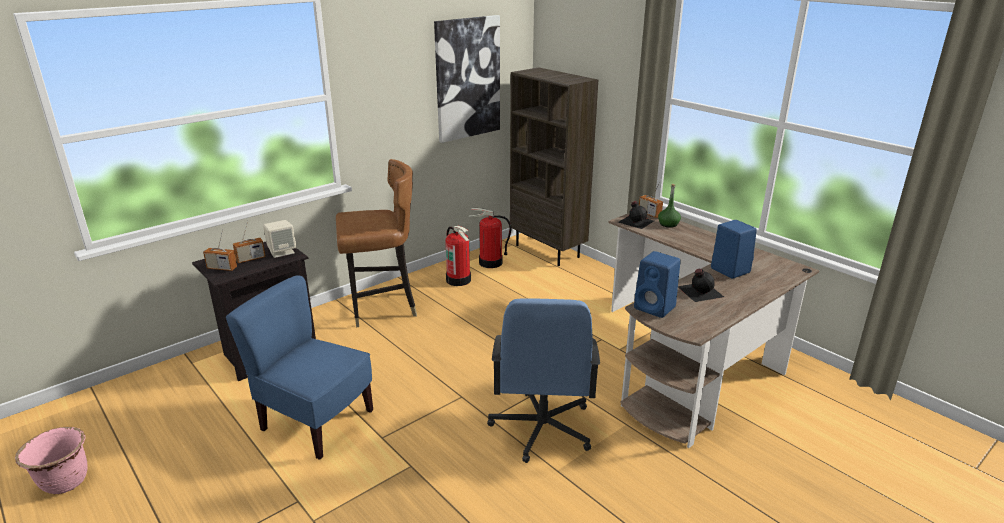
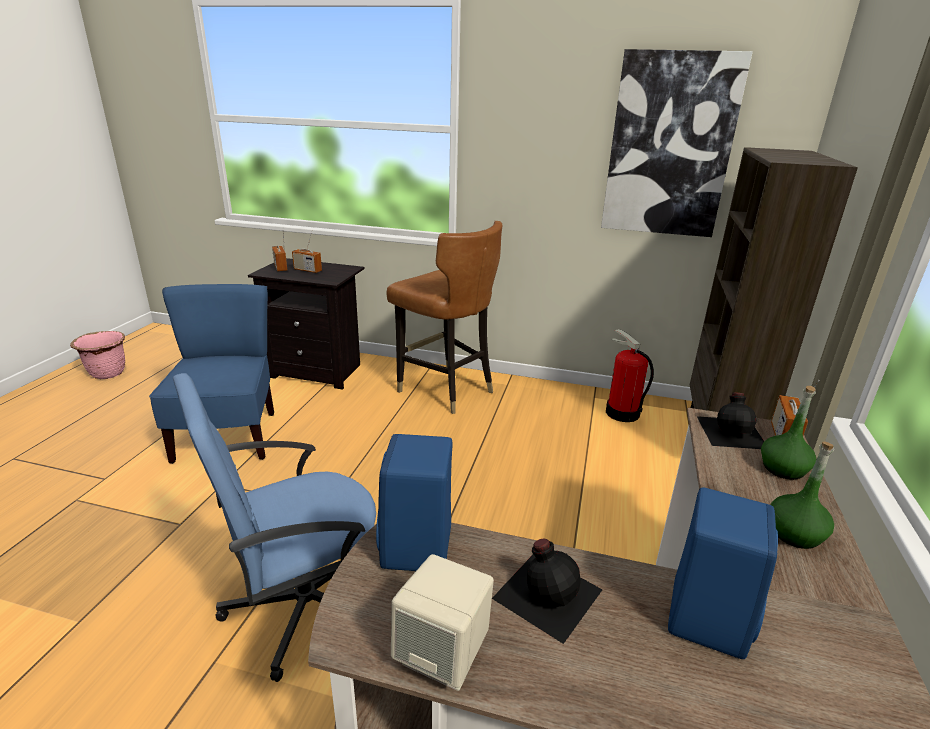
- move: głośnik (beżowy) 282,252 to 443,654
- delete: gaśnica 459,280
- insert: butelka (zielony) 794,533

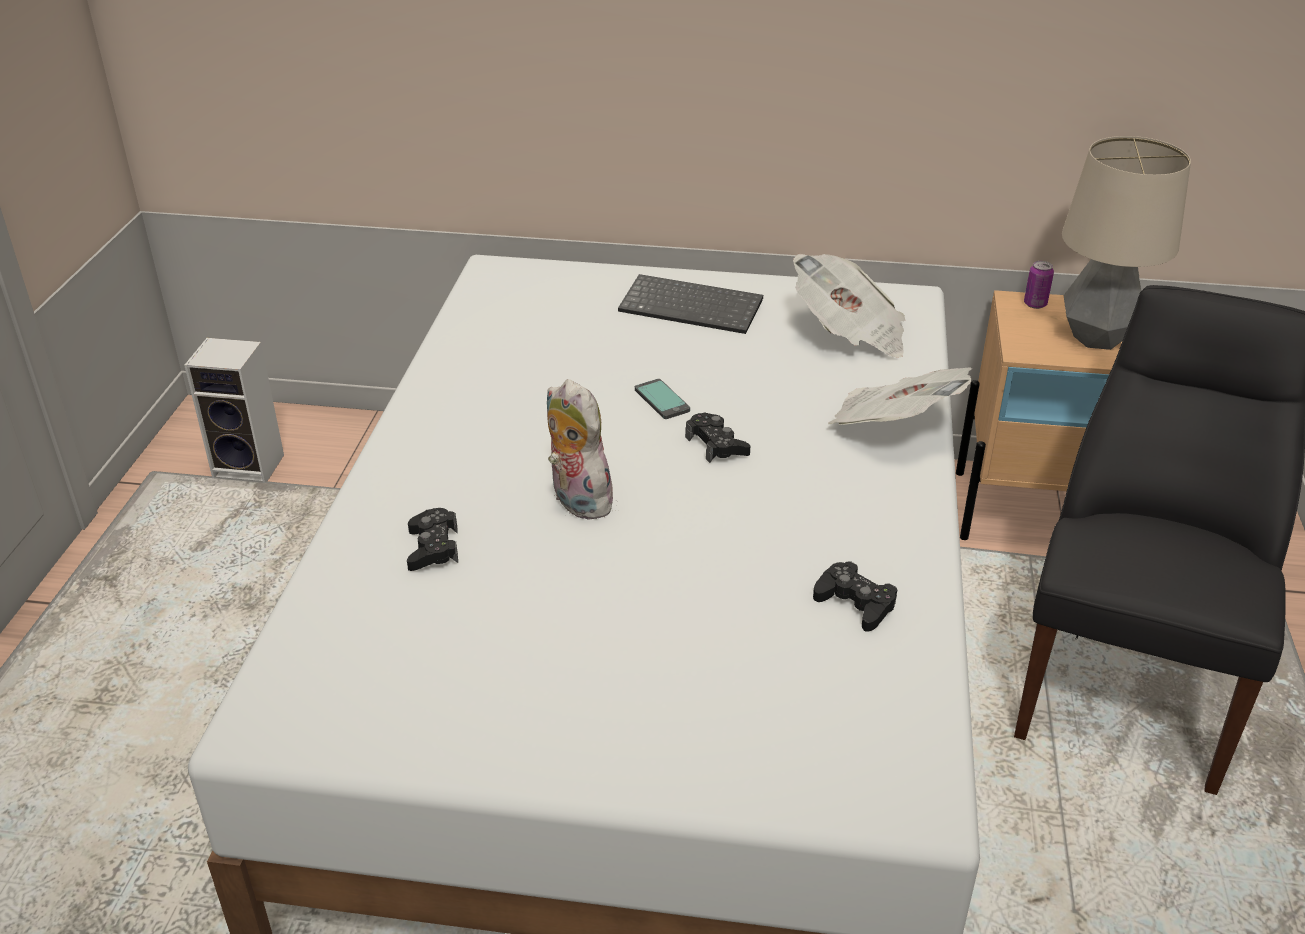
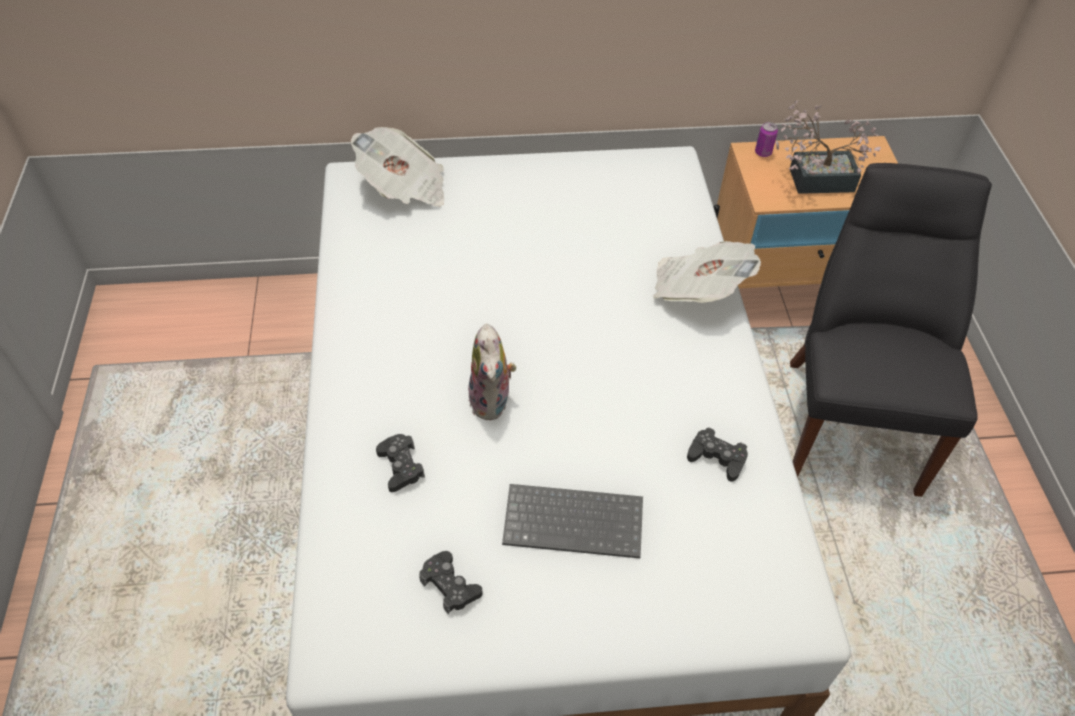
- delete: głośnik 252,466
- rotate: pluszak 576,501 = 492,401 135 degrees counterclockwise
- move: klawiatura 693,307 to 575,520
- delete: telefon 662,400
- move: pad do gier (czarny) 716,445 to 450,585
- move: gazeta 849,334 to 404,188
- replace: lampa stołowa 1097,338 to roślina doniczkowa 813,180

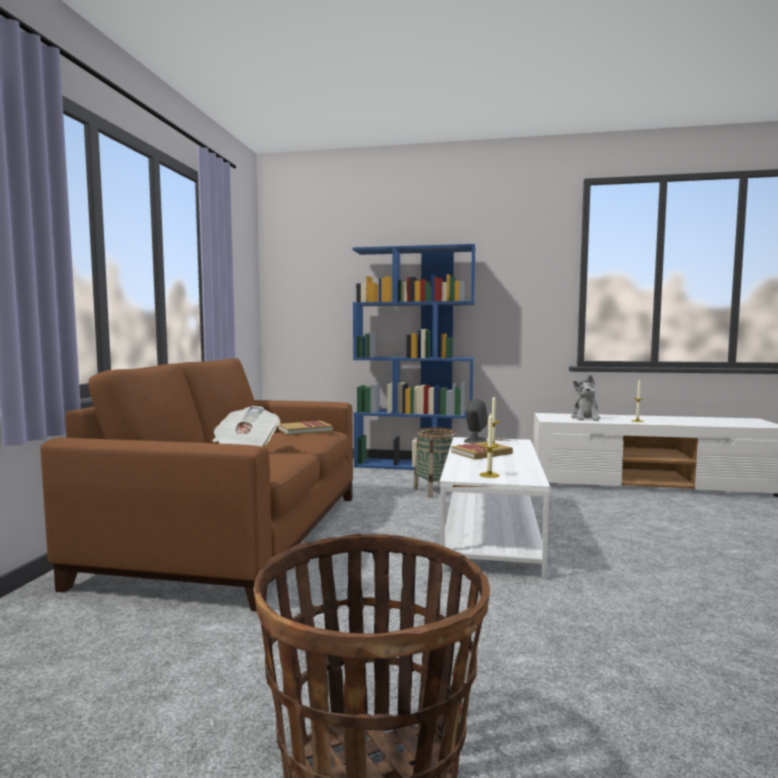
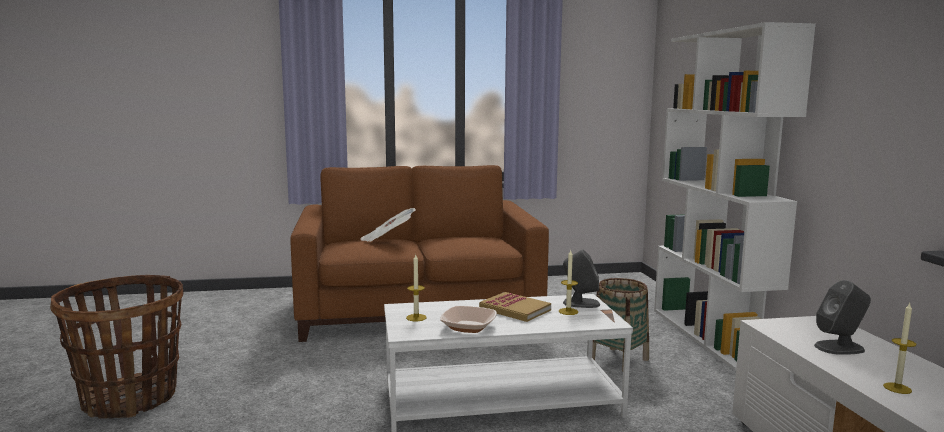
- delete: książka 305,430
- recolor: regał (niebieski) 414,465 to regał (biały) 711,336
- replace: pluszak 586,418 to głośnik (szary) 840,348
- insert: miska 468,327

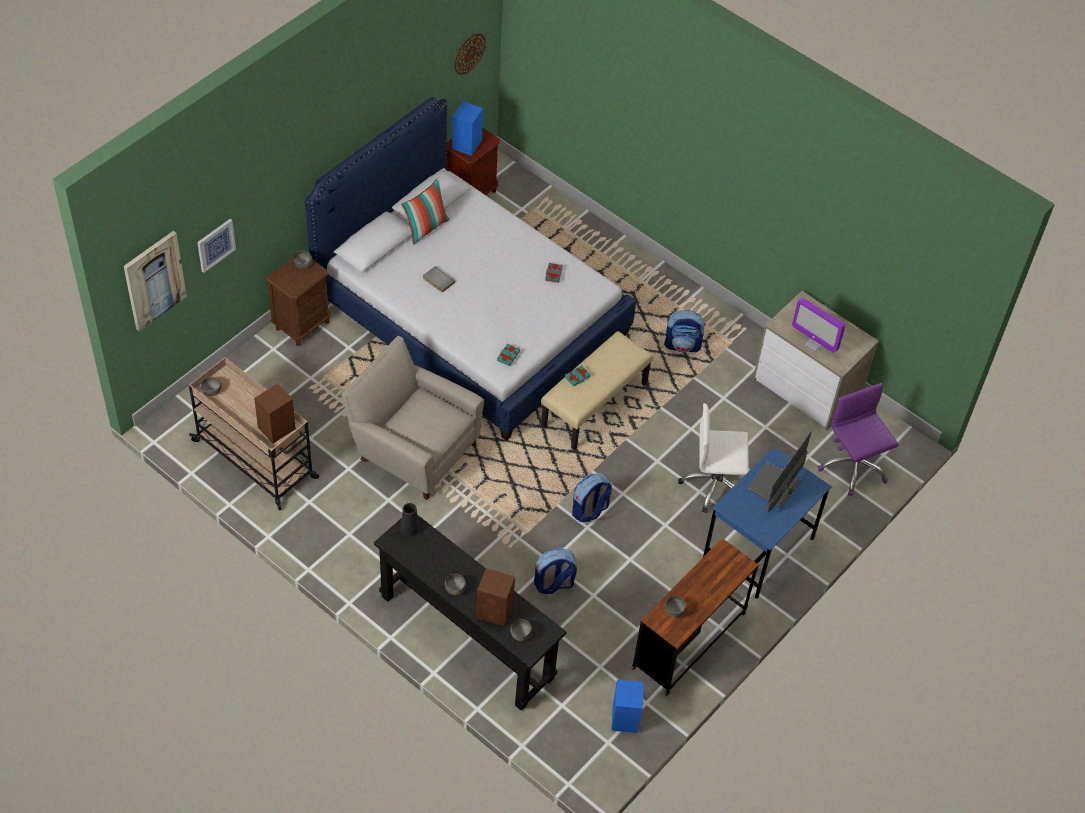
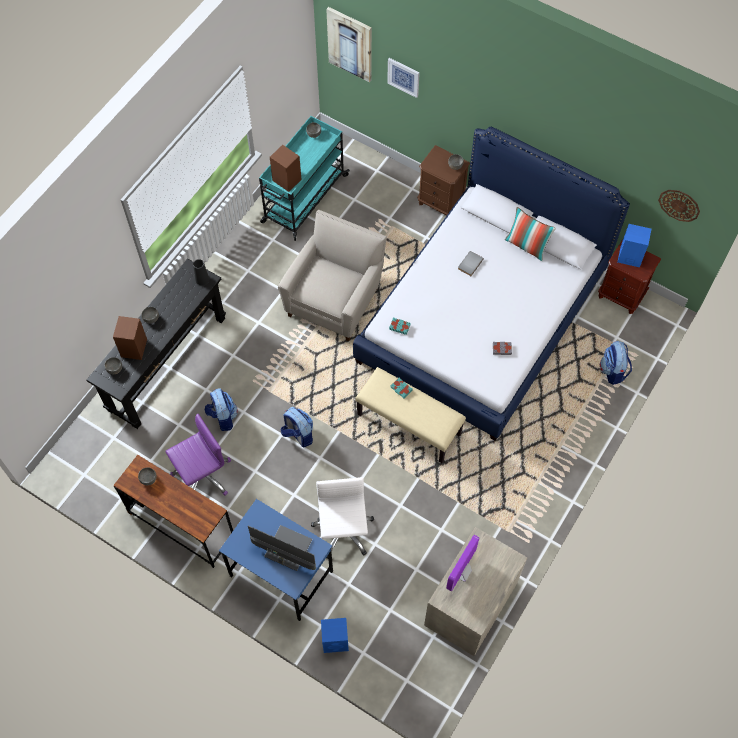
- recolor: wózek (beżowy) 256,460 to wózek (turkusowy) 304,199
- move: głośnik (niebieski) 625,717 to 336,640
- move: plecak 683,345 to 613,371
- move: krzesło biurowe (fioletowy) 852,467 to 202,475

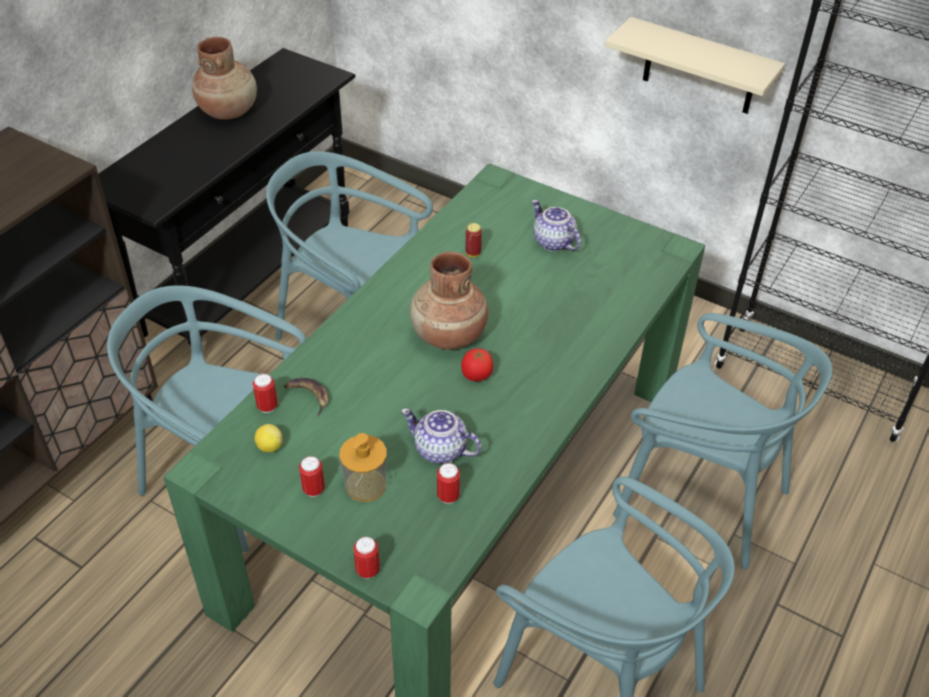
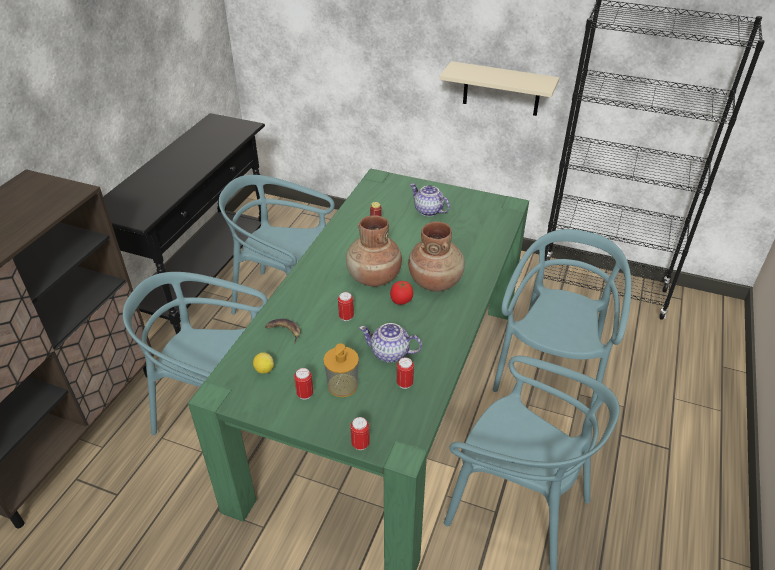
- move: wazon (brązowy) 228,111 to 435,281
- move: puszka 267,406 to 346,317
- rotate: krzesło (turkusowy) 701,497 = 550,373 90 degrees counterclockwise

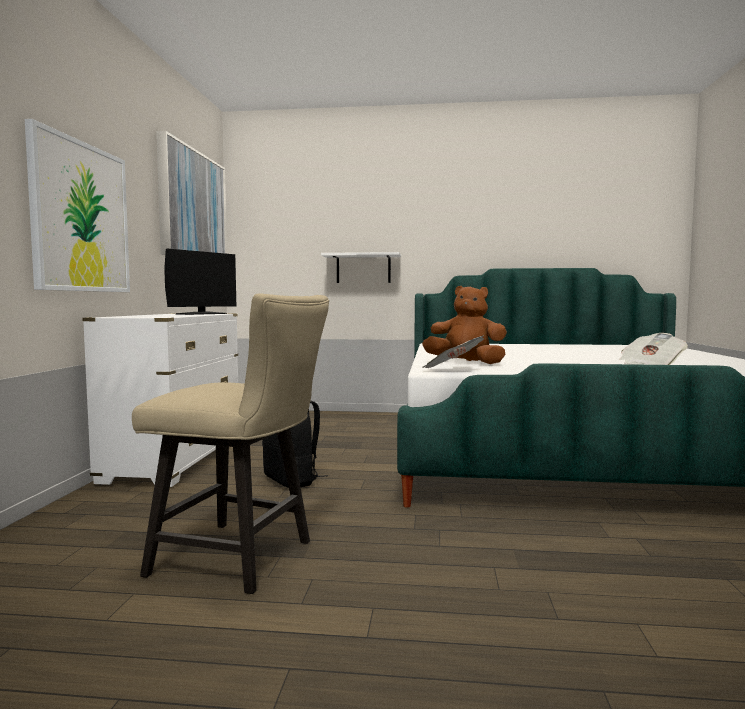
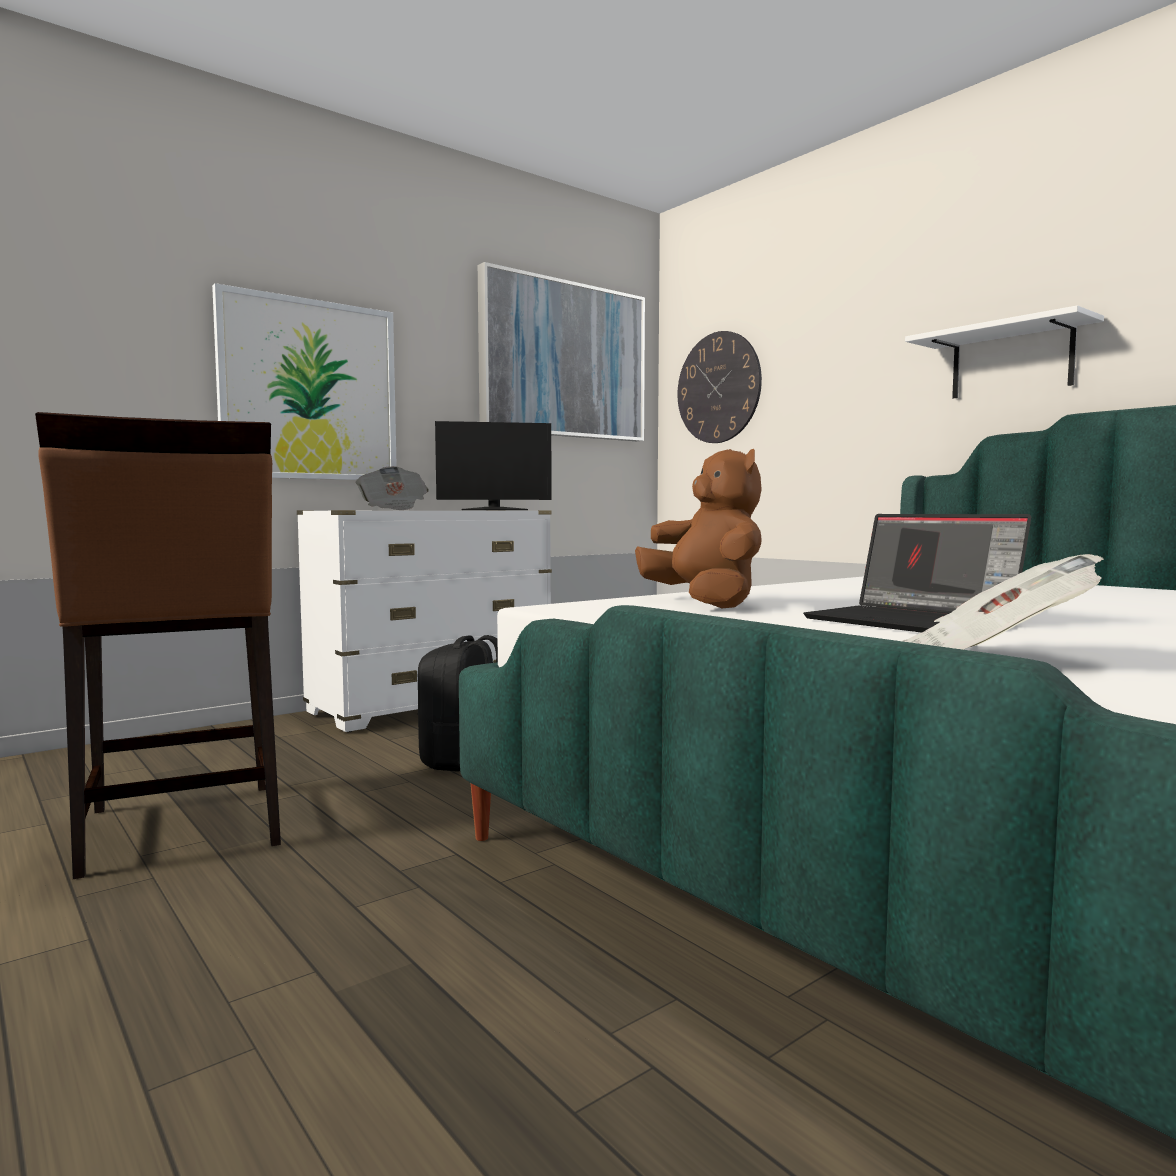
- replace: krzesło (beżowy) 243,558 to stołek (brązowy) 180,828
- move: półka (biały) 363,268 to 1011,361
- move: gazeta 452,370 to 394,510
- insert: zegar ścienny 718,388
- insert: laptop 915,622

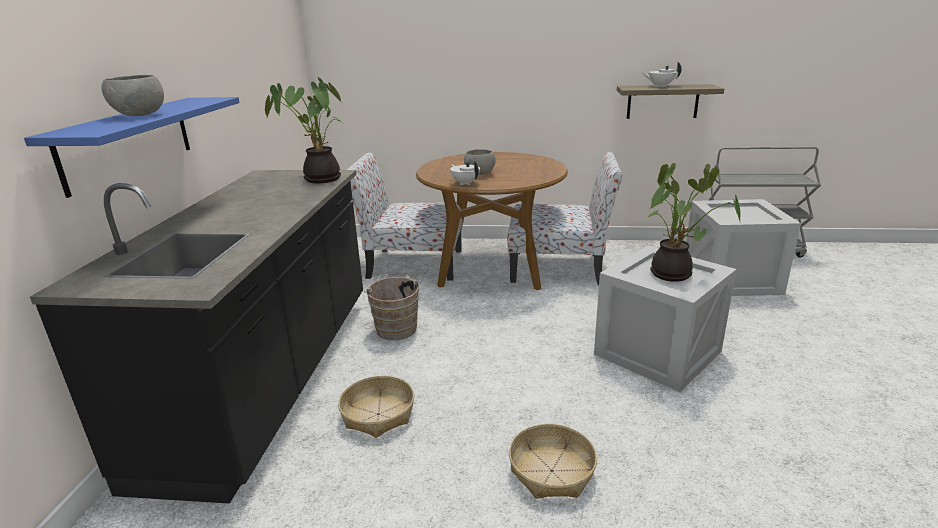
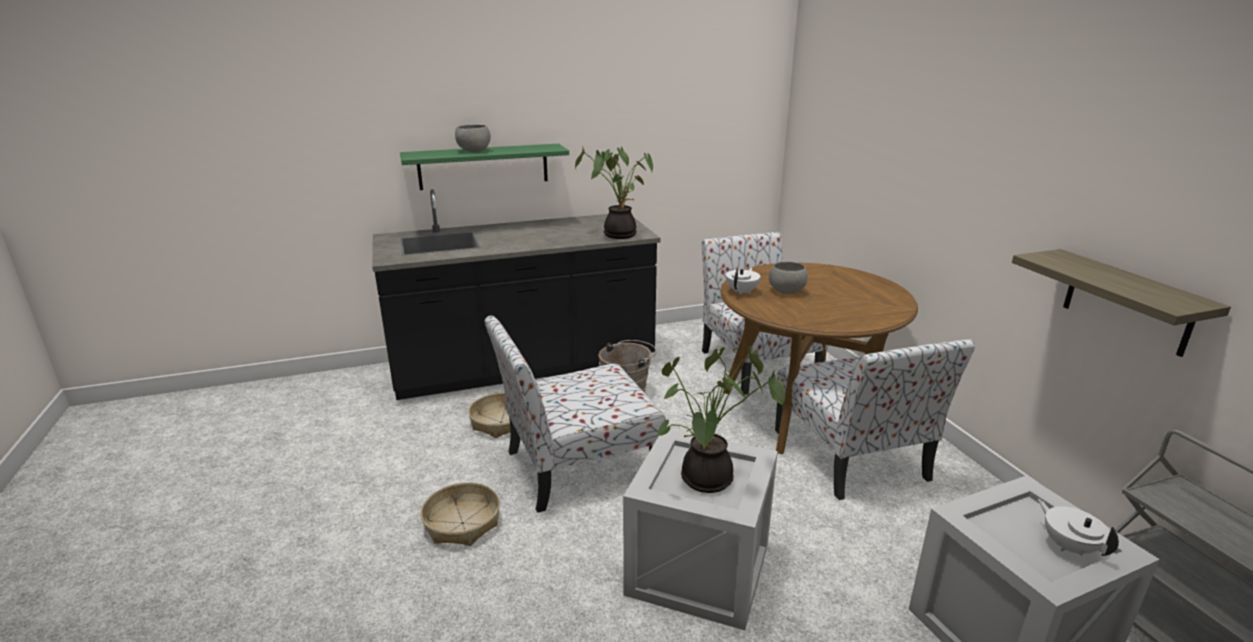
- recolor: półka (niebieski) 129,142 to półka (zielony) 483,166
- move: imbryk (biały) 660,86 to 1069,546
- insert: krzesło 577,466

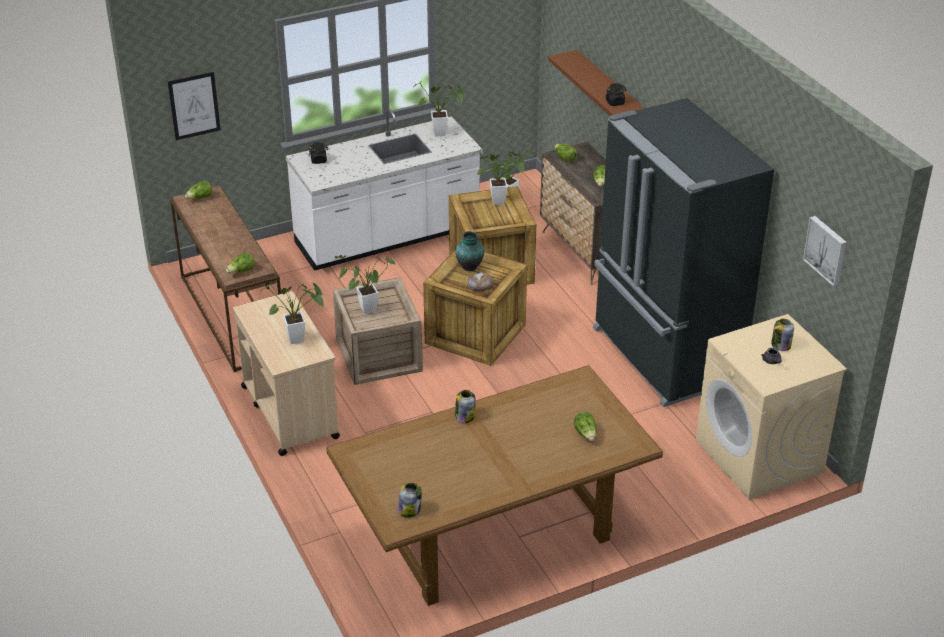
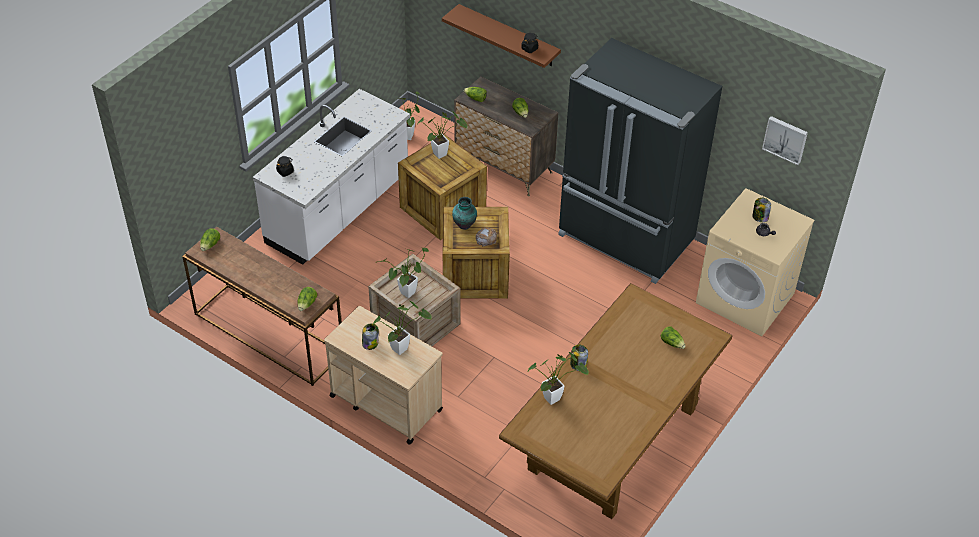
- delete: obraz 194,105
- move: słoik 409,510 to 370,343
- move: roślina doniczkowa 443,133 to 555,397

